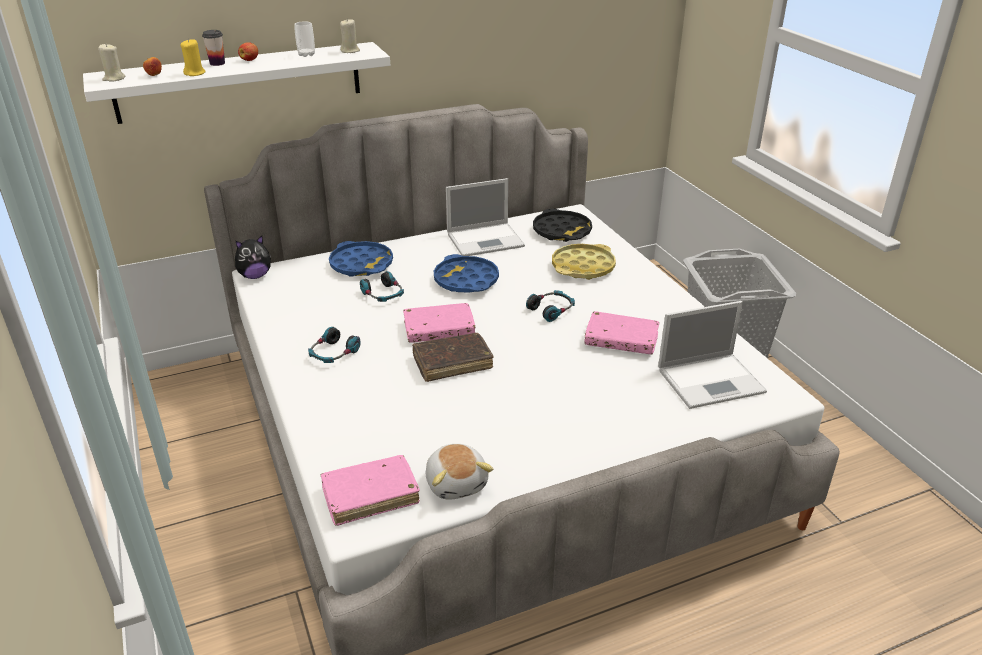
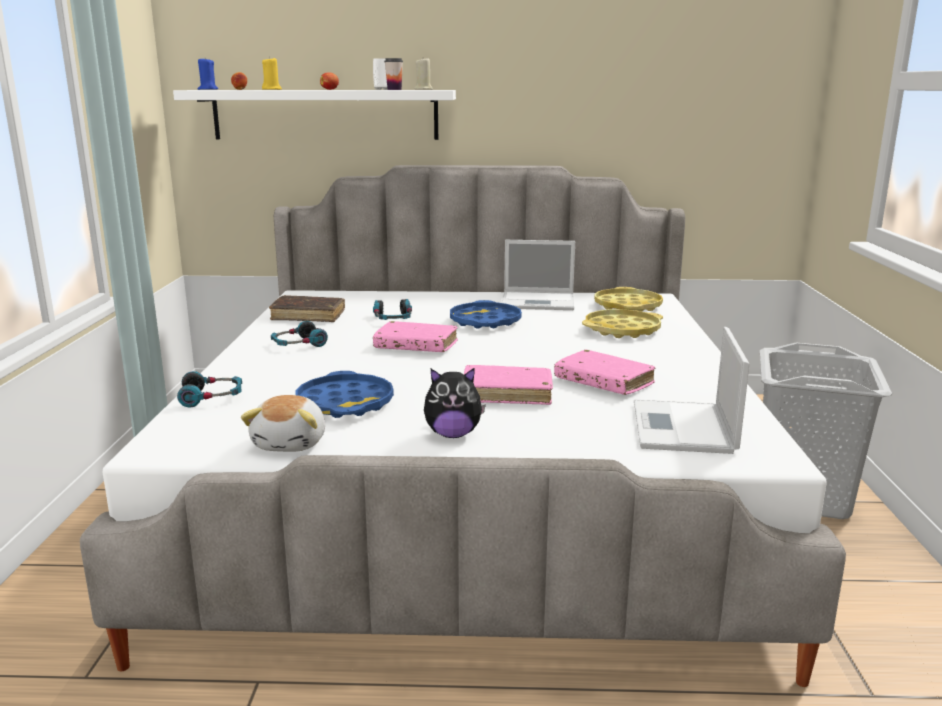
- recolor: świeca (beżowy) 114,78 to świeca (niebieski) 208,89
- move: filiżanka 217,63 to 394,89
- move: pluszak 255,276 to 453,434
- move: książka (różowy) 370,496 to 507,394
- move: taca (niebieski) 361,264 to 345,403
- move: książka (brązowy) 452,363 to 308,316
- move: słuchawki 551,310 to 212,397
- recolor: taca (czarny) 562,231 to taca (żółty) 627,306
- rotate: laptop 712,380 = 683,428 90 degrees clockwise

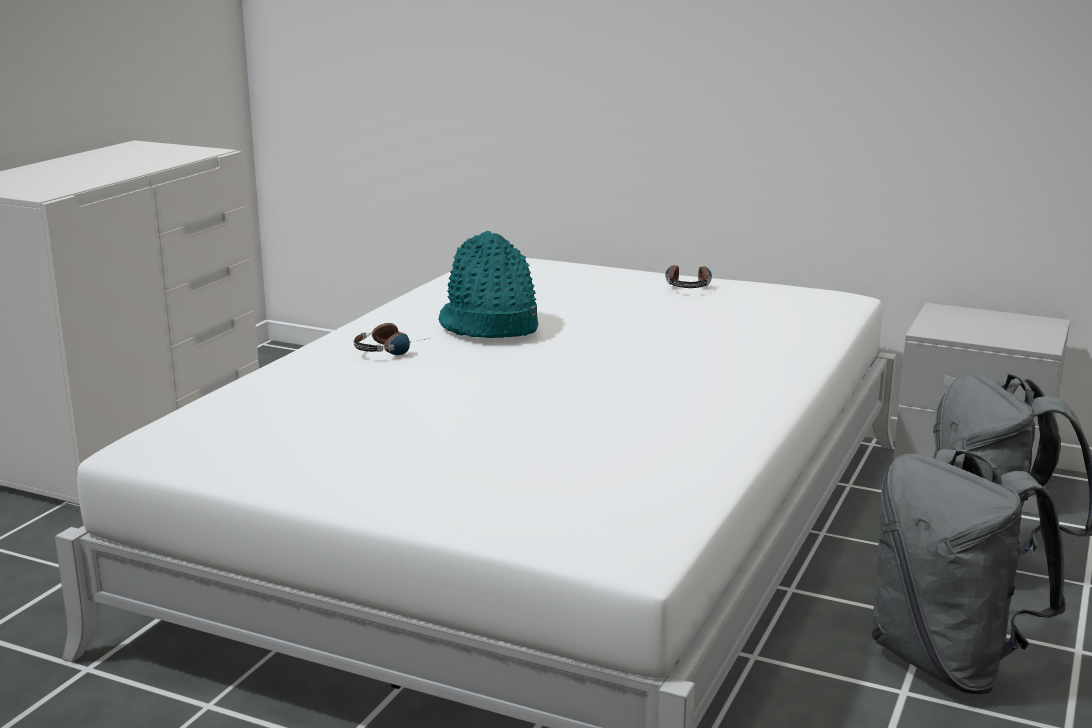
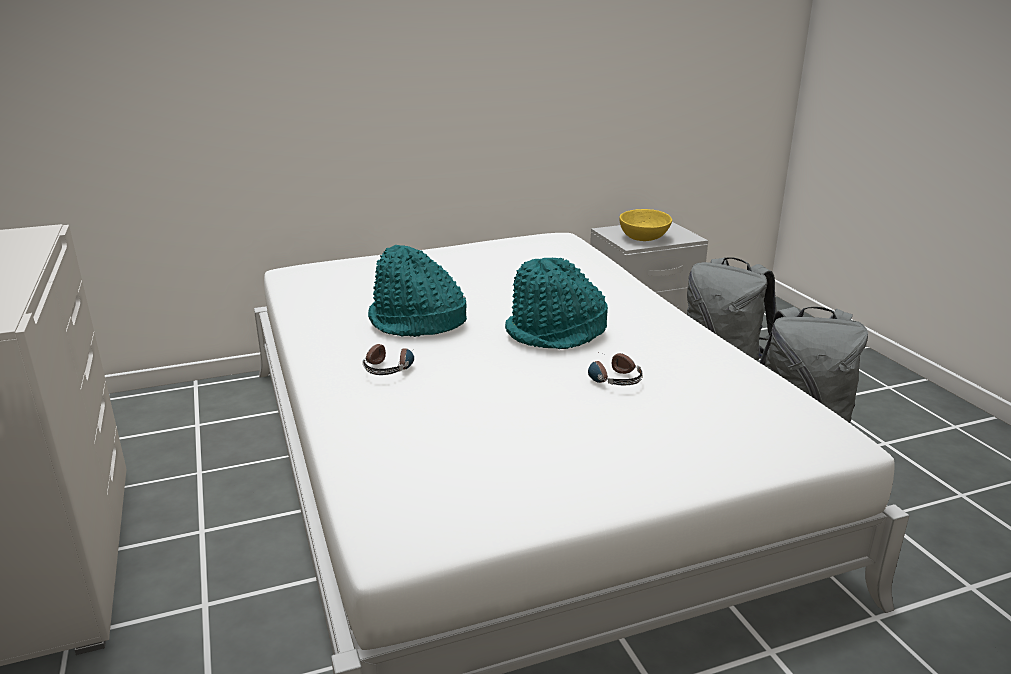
- move: słuchawki 688,285 to 610,377
- insert: kapelusz (turkusowy) 556,333
- insert: miska (żółty) 643,237

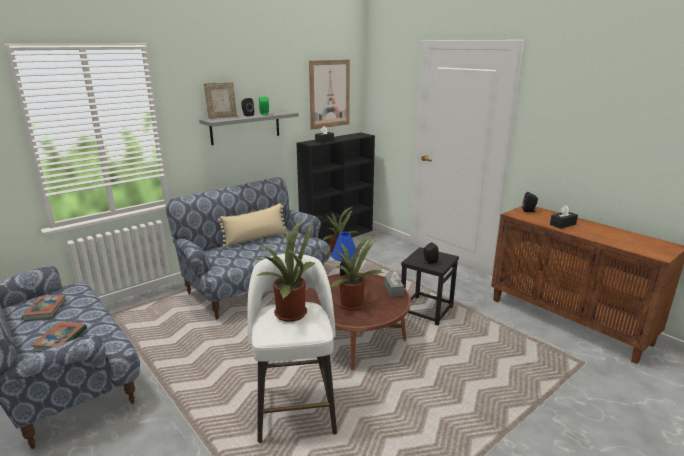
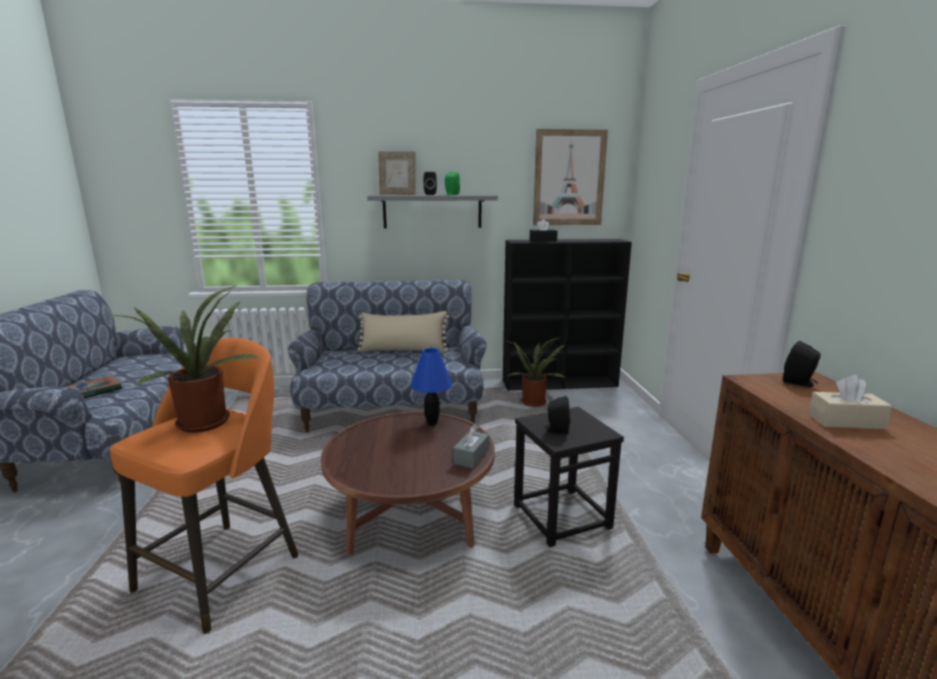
- delete: książka 45,310
- recolor: stołek (biały) 295,407 to stołek (pomarańczowy) 223,570
- delete: roślina doniczkowa 351,303
- recolor: pudełko chusteczek (czarny) 562,224 to pudełko chusteczek (beżowy) 846,421

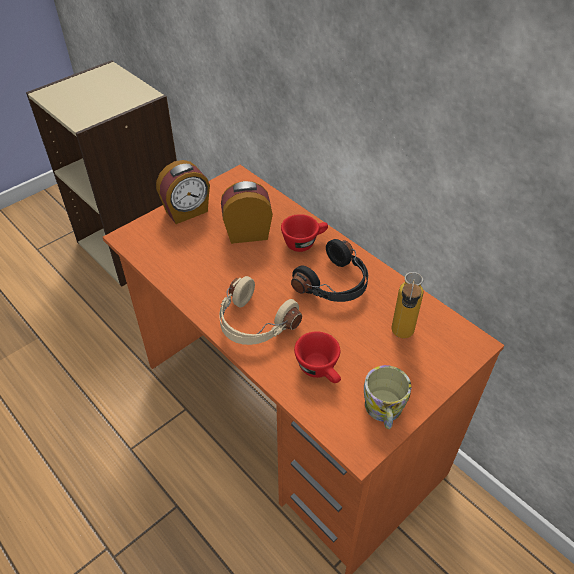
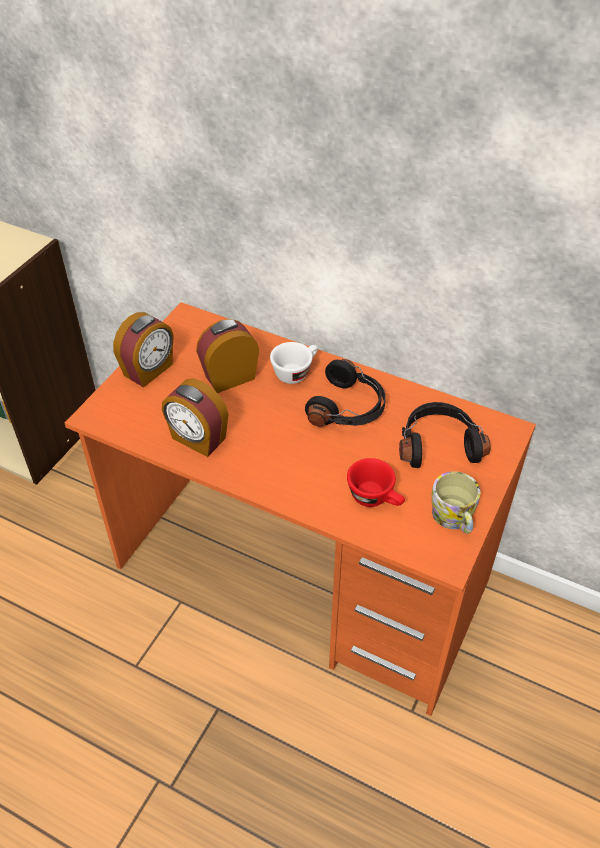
- delete: słuchawki (beżowy) 254,324
- recolor: filiżanka (czerwony) 304,242 to filiżanka (biały) 295,372
- replace: butelka 401,338 to słuchawki (czarny) 438,444
- insert: budzik 198,439

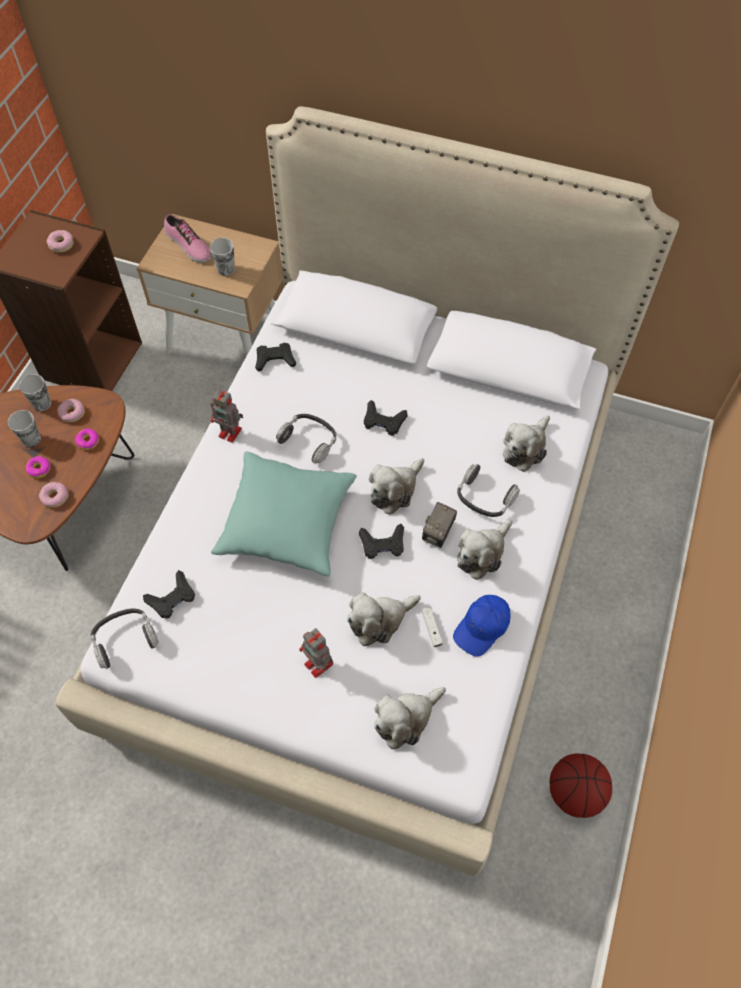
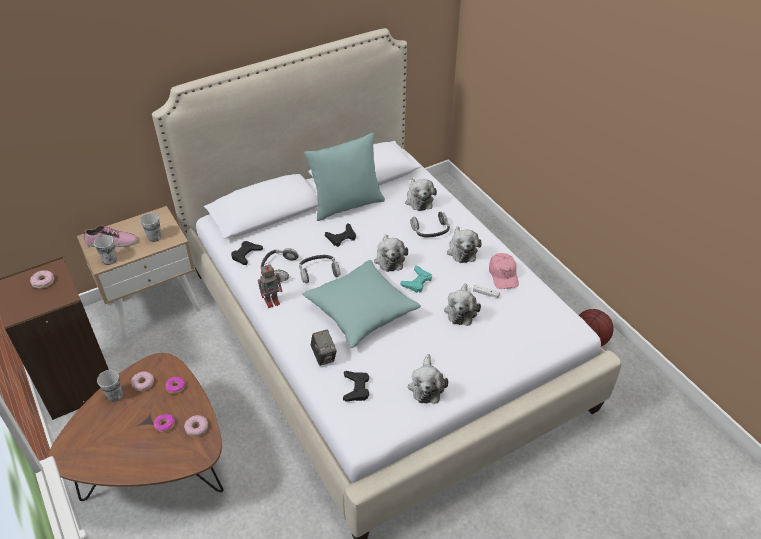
- move: filiżanka 31,439 to 110,260
- move: słuchawki 124,639 to 278,268
- delete: robot zabawkowy 319,665
- recolor: pad do gier (czarny) 382,544 to pad do gier (turkusowy) 417,282
- move: pluszak 405,719 to 426,385
- move: aparat fotograficzny 438,533 to 324,356
- recolor: czapka z daszkiem (niebieski) 482,627 to czapka z daszkiem (różowy) 503,275
- insert: poduszka (turkusowy) 346,205

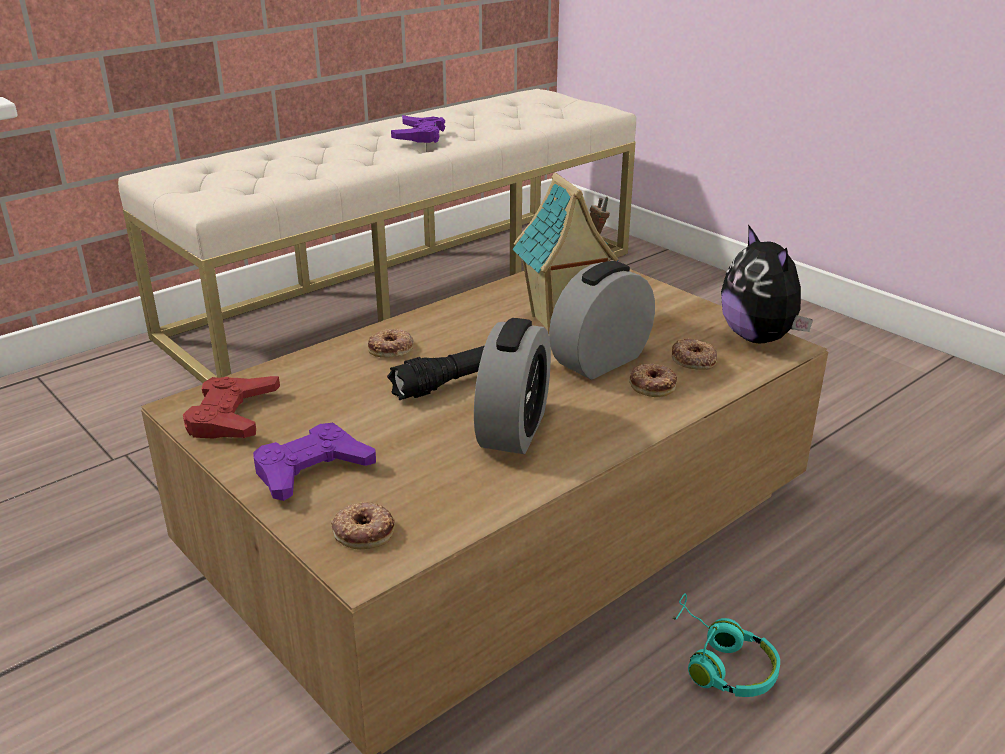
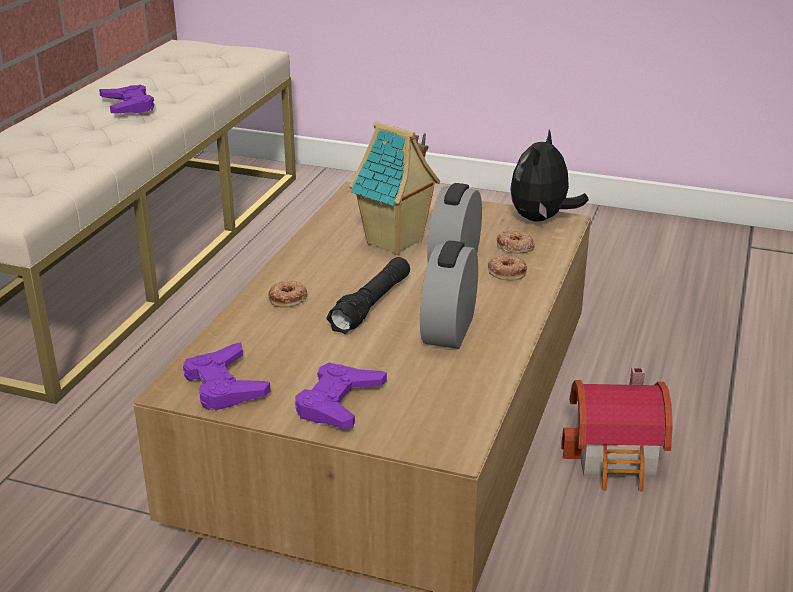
- recolor: pad do gier (czerwony) 232,416 to pad do gier (fioletowy) 224,385
- delete: donut 364,531
- rotate: budzik 513,430 = 449,330 150 degrees counterclockwise
- replace: słuchawki (turkusowy) 719,662 to domek 618,458
- rotate: pluszak 759,338 = 541,219 75 degrees clockwise

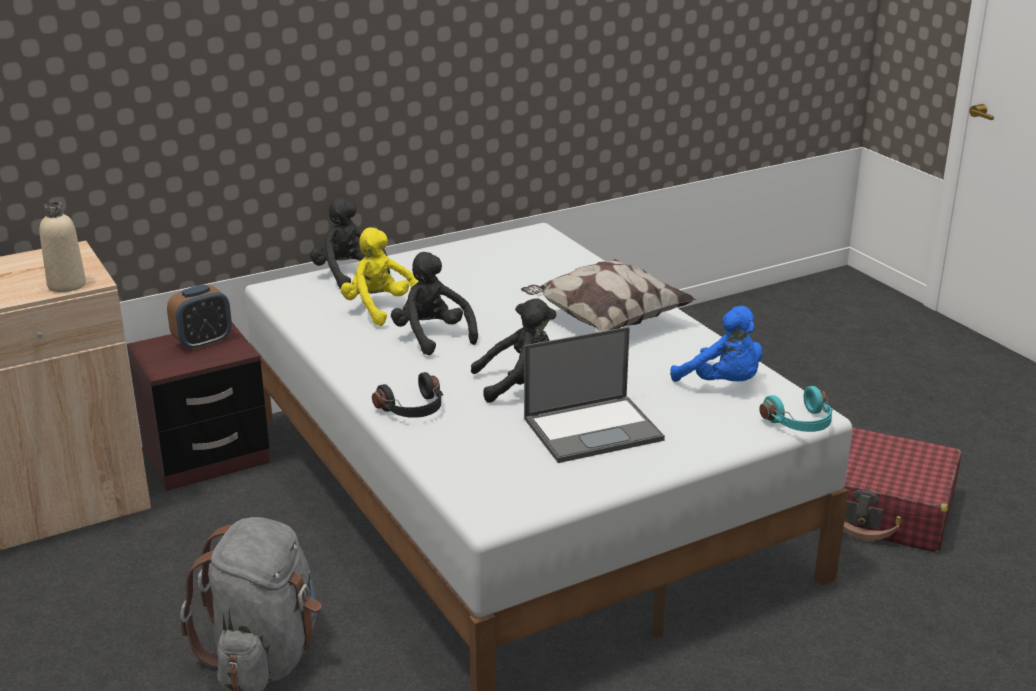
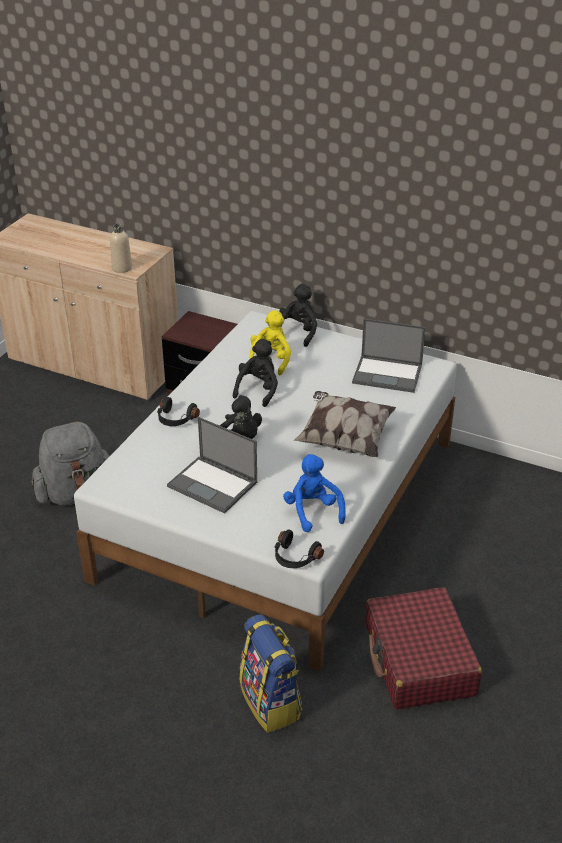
- delete: budzik 203,342
- rotate: pluszak (niebieski) 722,384 = 312,511 150 degrees clockwise
- recolor: słuchawki (turkusowy) 801,423 to słuchawki (czarny) 295,558
- insert: plecak 271,703
- insert: laptop 388,374

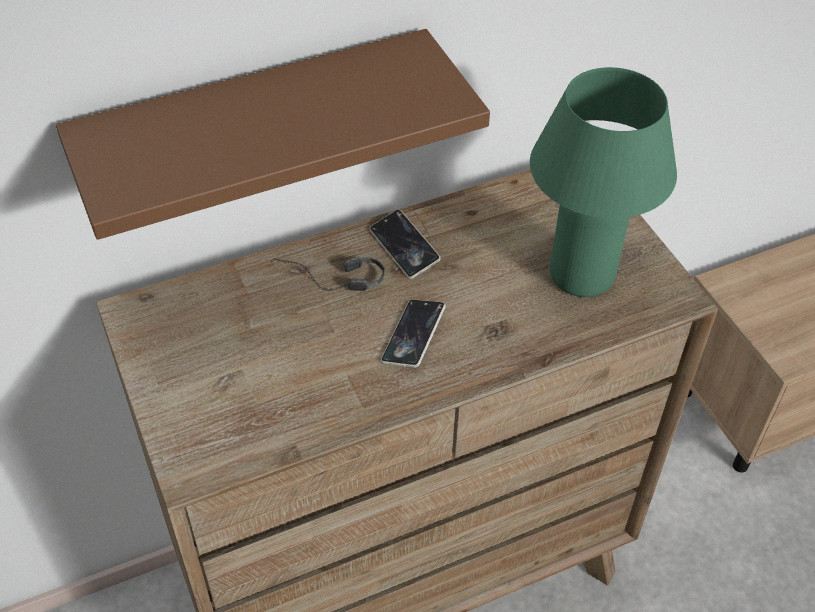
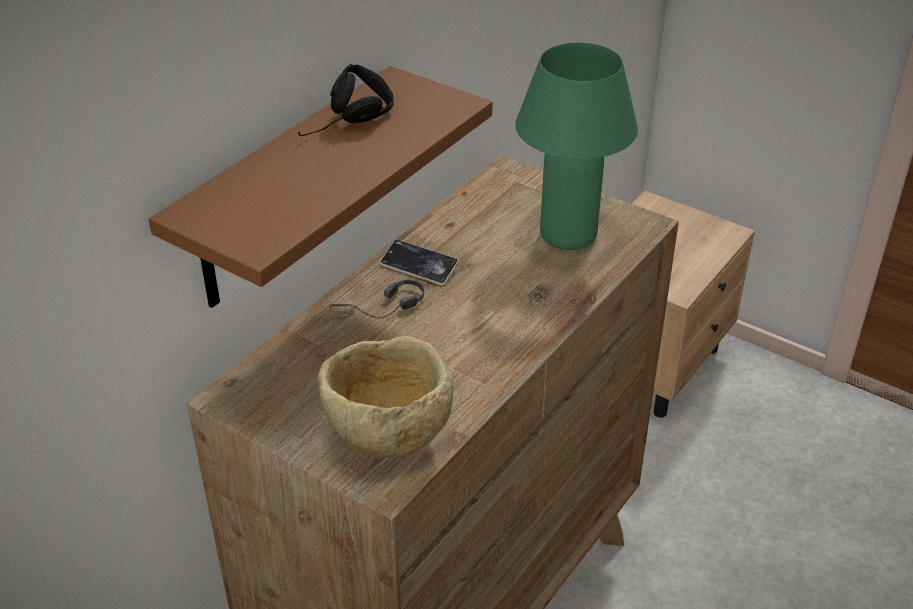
- delete: telefon 413,336
- insert: słuchawki (czarny) 350,125
- insert: miska (beżowy) 387,434

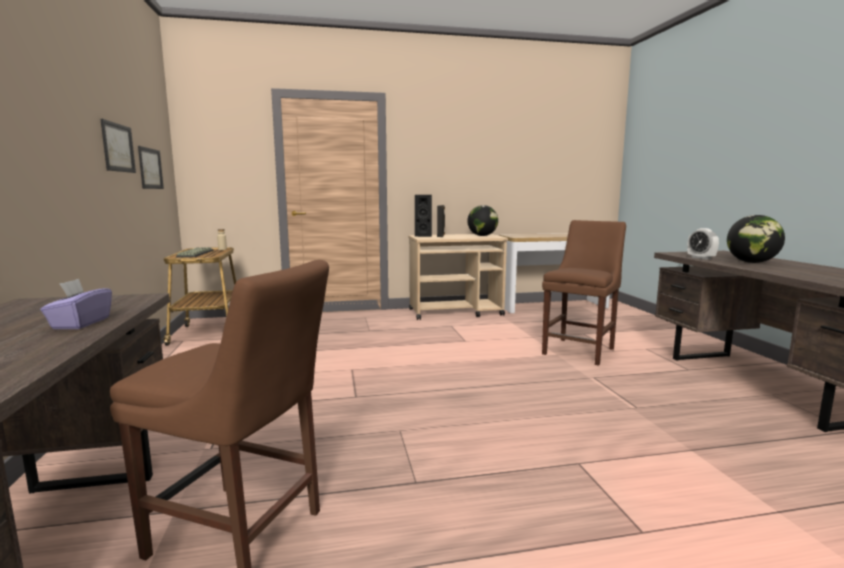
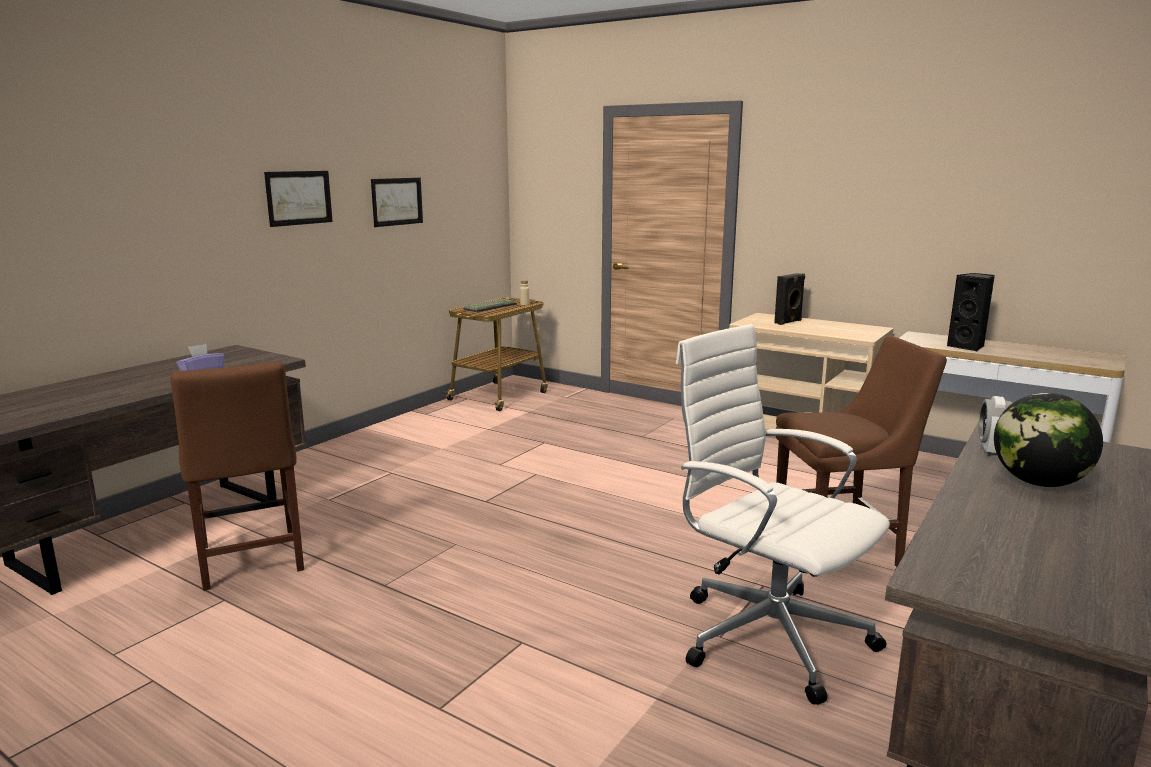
- move: obraz 150,168 to 299,198
- move: głośnik (czarny) 423,236 to 968,347
- delete: globus 482,236
- insert: krzesło biurowe (biały) 768,634

